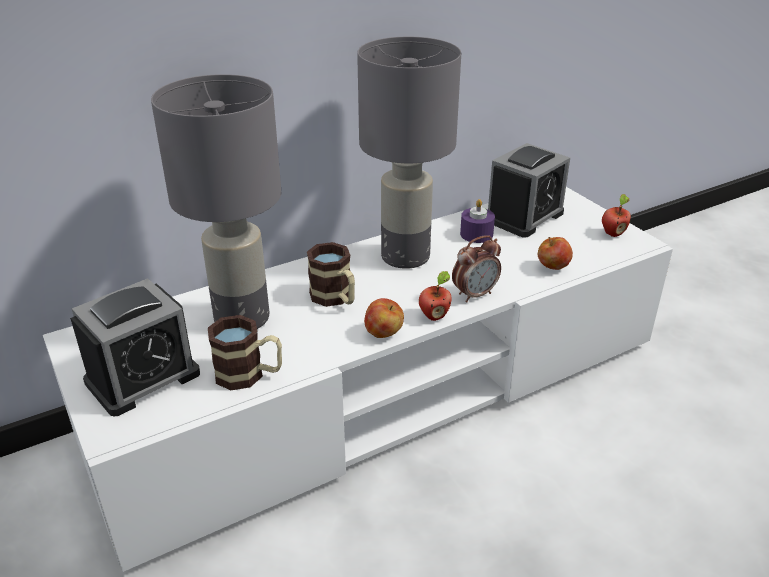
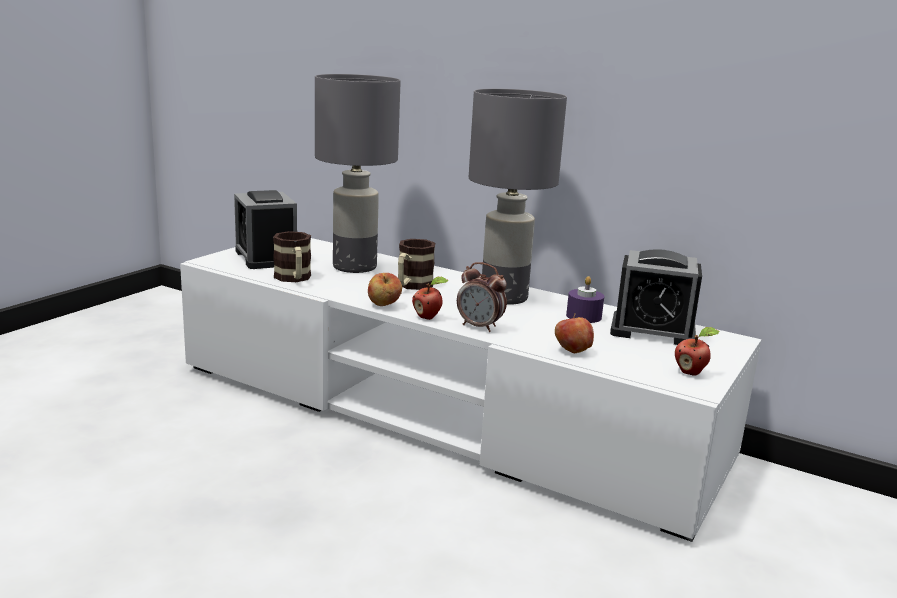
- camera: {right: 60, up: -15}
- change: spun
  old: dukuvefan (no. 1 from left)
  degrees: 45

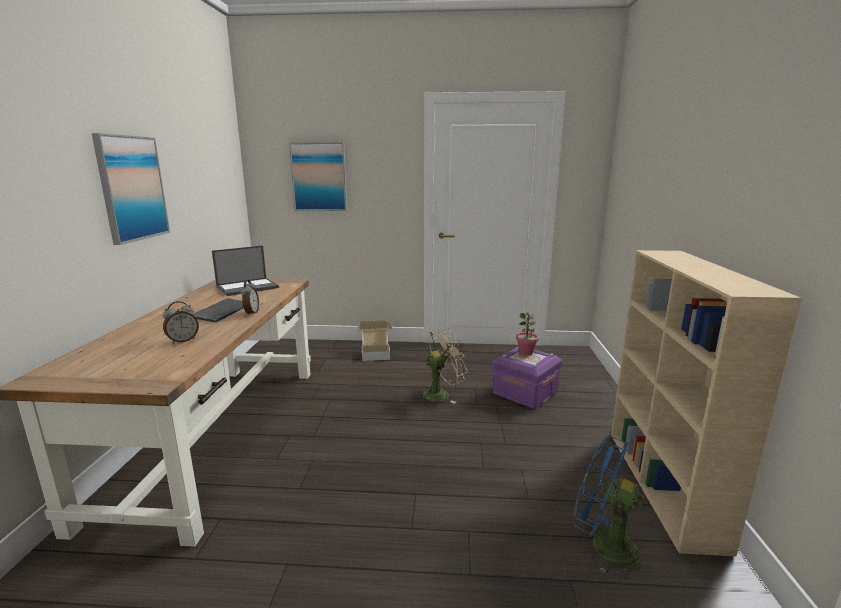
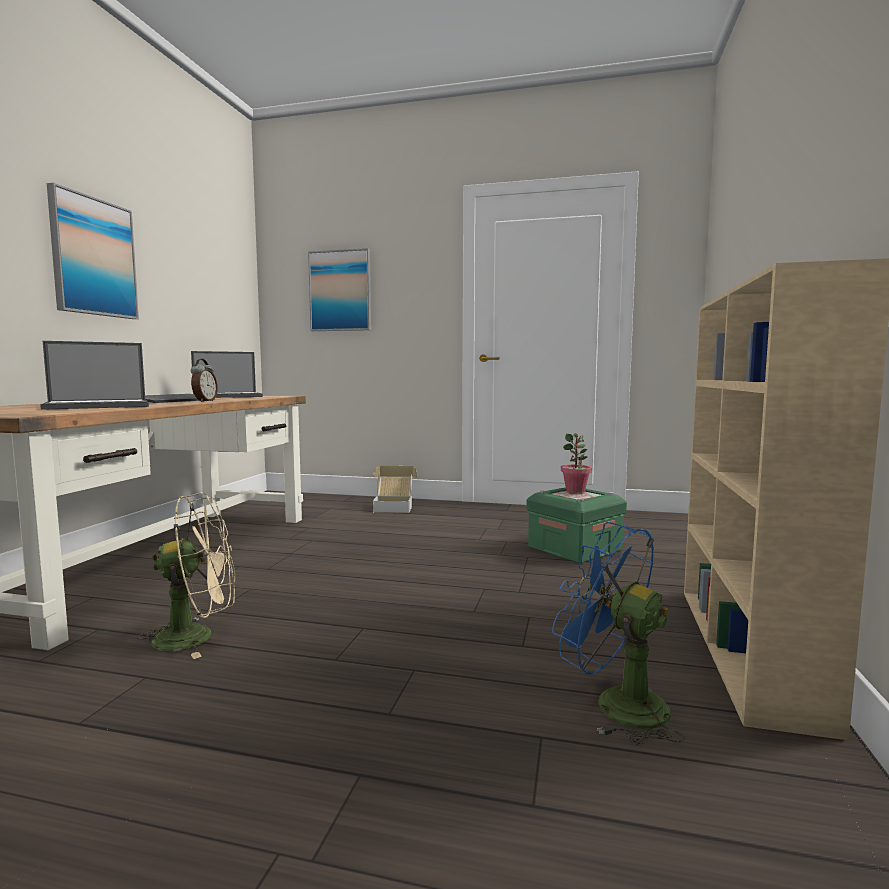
- camera: {right: 10, up: -10}
- change: exchanged
  old: dukuvefan (no. 1 from left)
  new: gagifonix (no. 1 from left)
- change: relocated
  old: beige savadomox
- change: colour
  old: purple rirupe
  new: green rirupe

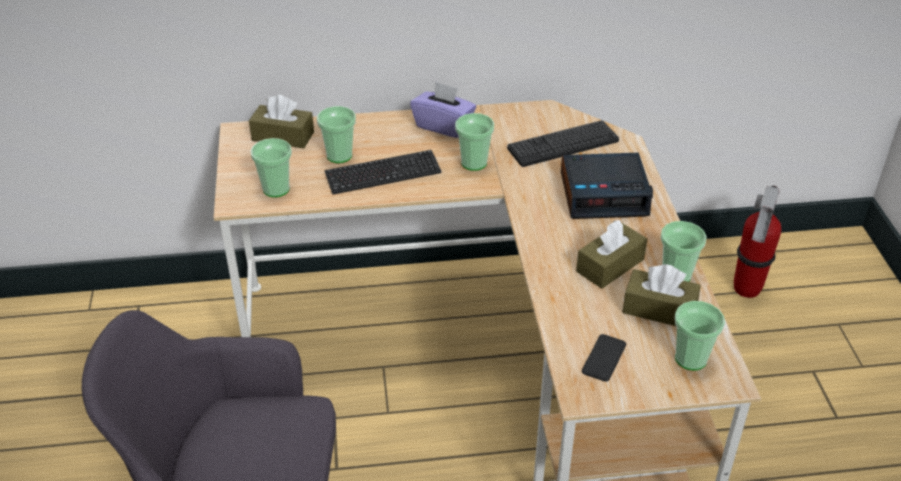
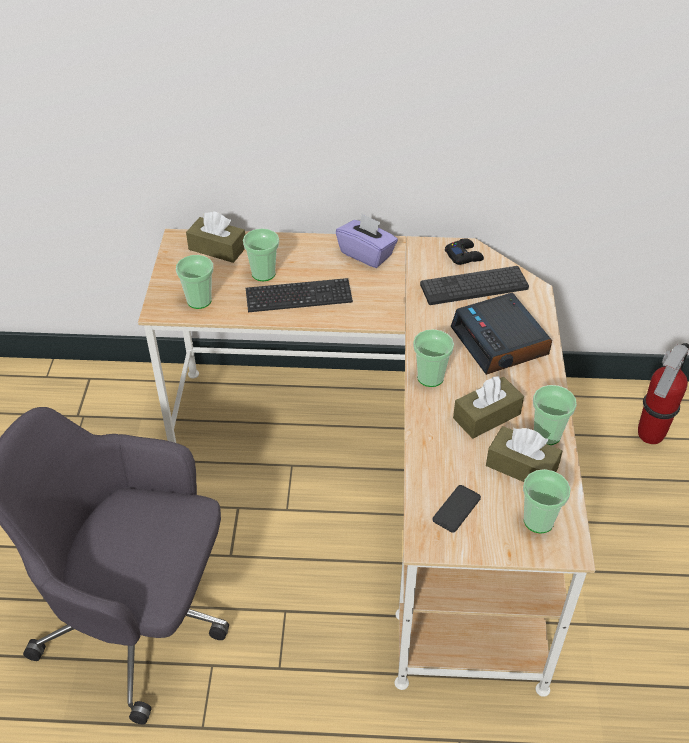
- camera: {right: 10, up: 5}
- change: relocated
  old: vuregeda (no. 3 from left)
- change: appeared
  new: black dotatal
- change: spun
  old: dukuvefan
  degrees: 60

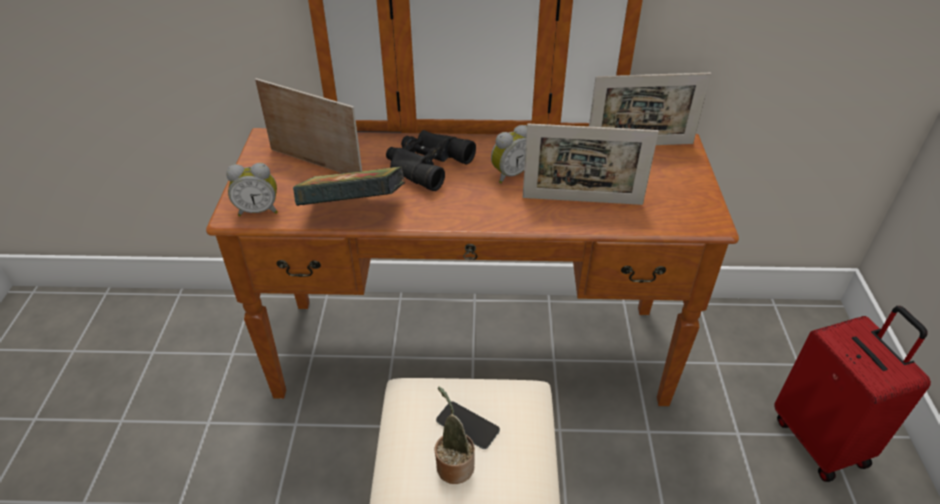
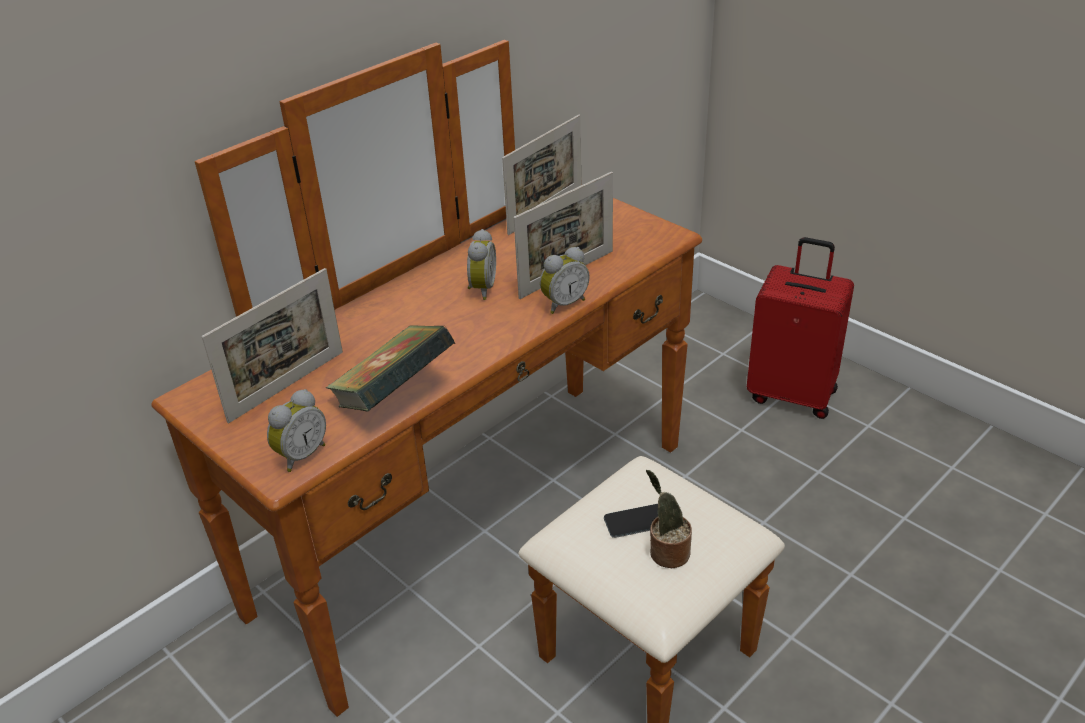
- camera: {right: -45, up: -5}
- change: spun
  old: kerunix (no. 1 from left)
  degrees: 150
- change: appeared
  new: dukuvefan (no. 3 from left)
- change: missing
  old: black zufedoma

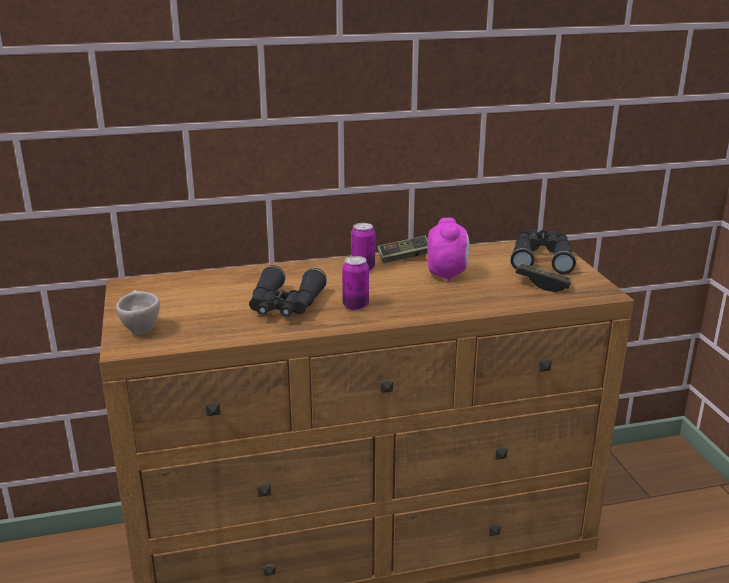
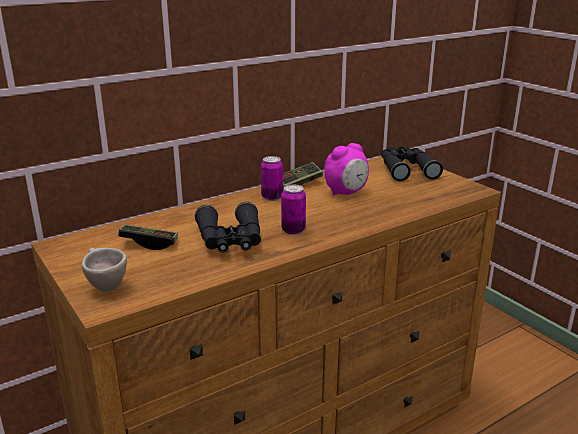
- camera: {right: -20, up: 0}
- change: relocated
  old: dotatal (no. 2 from left in the first image)
  new: dotatal (no. 1 from left)
- change: spun
  old: dukuvefan
  degrees: 75

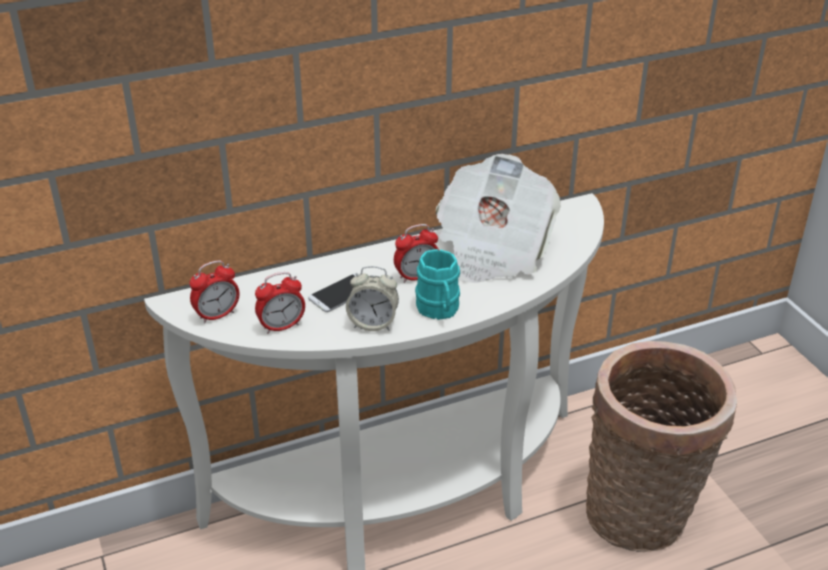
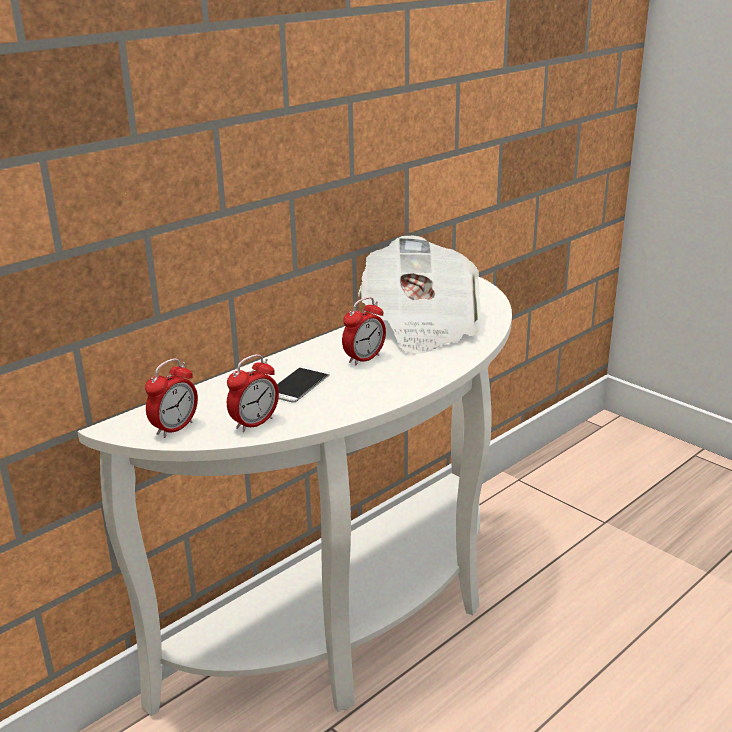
- camera: {right: -20, up: -10}
- change: missing
  old: dukuvefan (no. 3 from left)
- change: missing
  old: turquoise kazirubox
- change: missing
  old: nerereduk

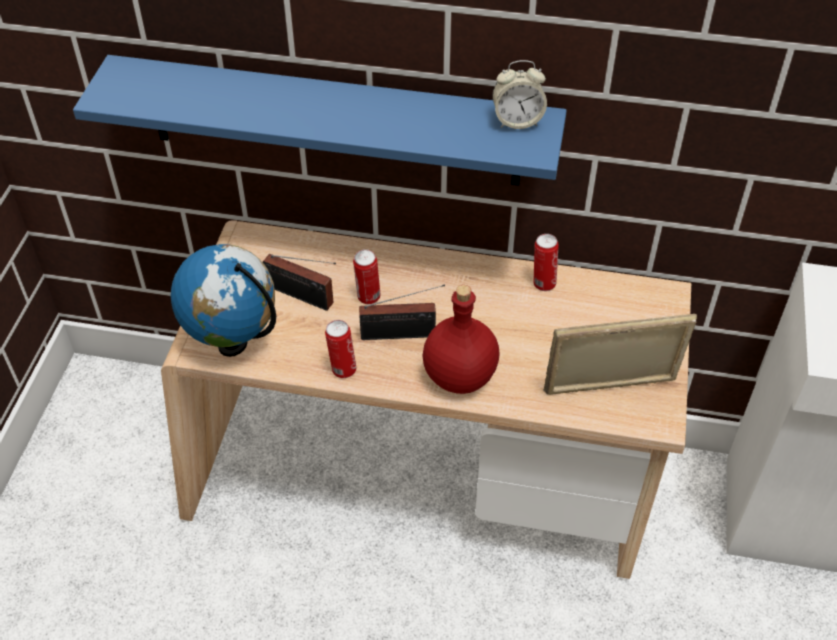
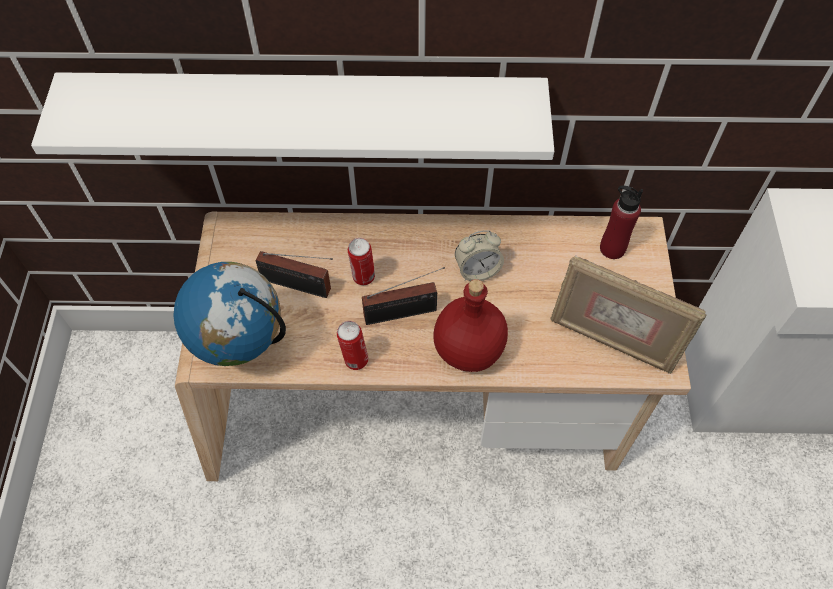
- camera: {right: -10, up: 10}
- change: colour
  old: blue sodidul
  new: white sodidul
- change: relocated
  old: dukuvefan
- change: spun
  old: kerunix
  degrees: -135
- change: appeared
  new: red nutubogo (no. 2 from left)
- change: missing
  old: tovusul (no. 3 from left)

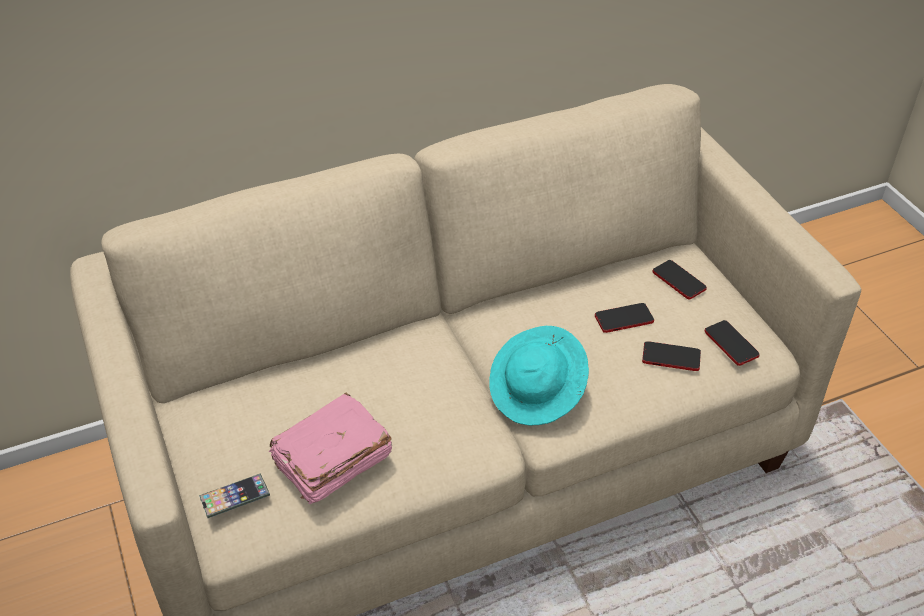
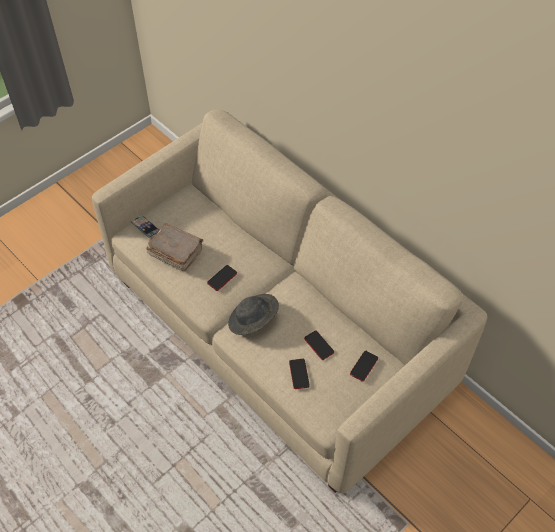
- camera: {right: 70, up: 10}
- change: colour
  old: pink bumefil
  new: brown bumefil
- change: relocated
  old: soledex (no. 5 from left in the first image)
  new: soledex (no. 2 from left)
- change: colour
  old: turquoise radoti
  new: grey radoti

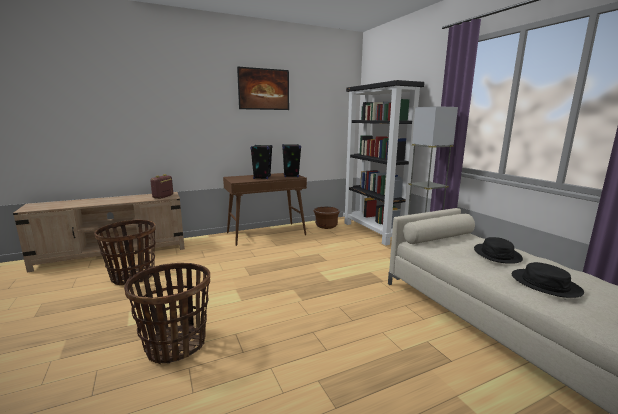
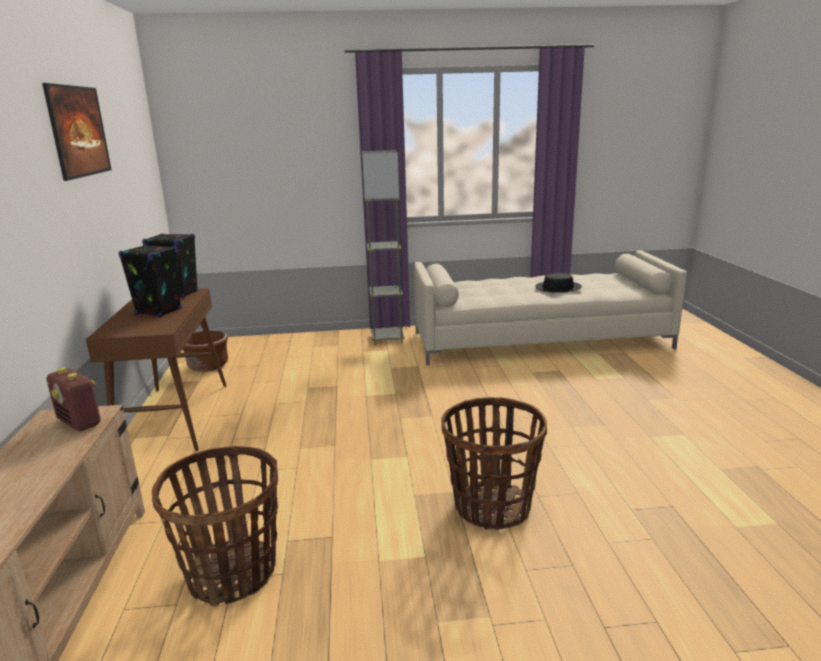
- camera: {right: -70, up: 5}
- change: missing
  old: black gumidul
- change: missing
  old: black radoti (no. 1 from left)

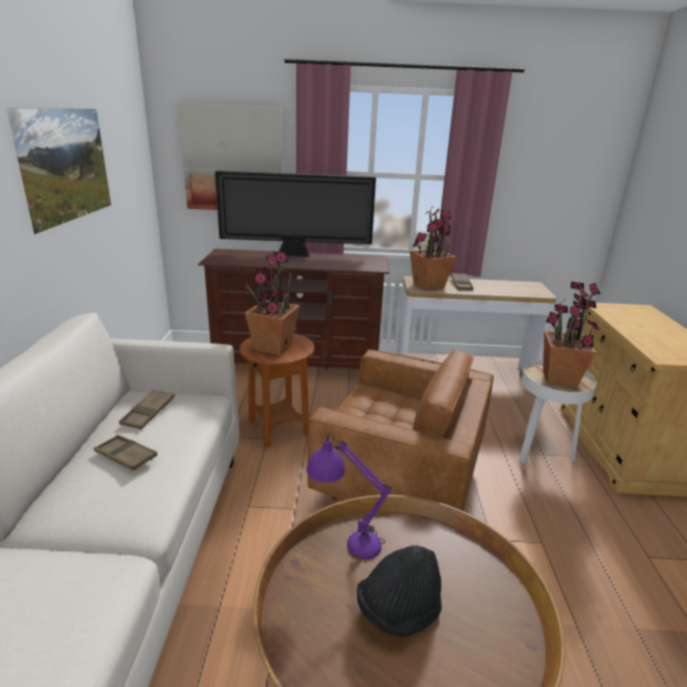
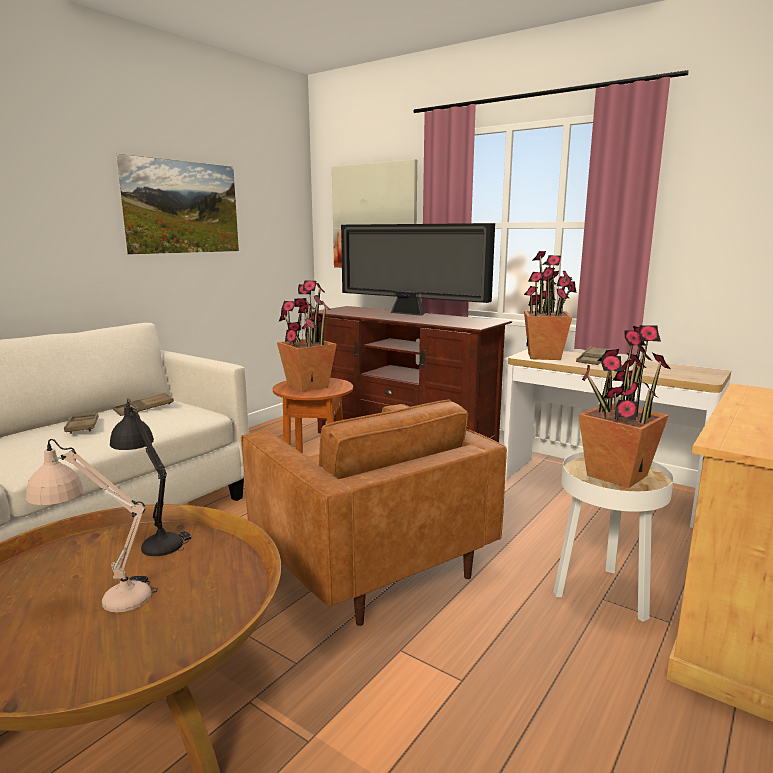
- camera: {right: 35, up: -10}
- change: exchanged
  old: black radoti
  new: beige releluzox
- change: colour
  old: purple releluzox
  new: black releluzox

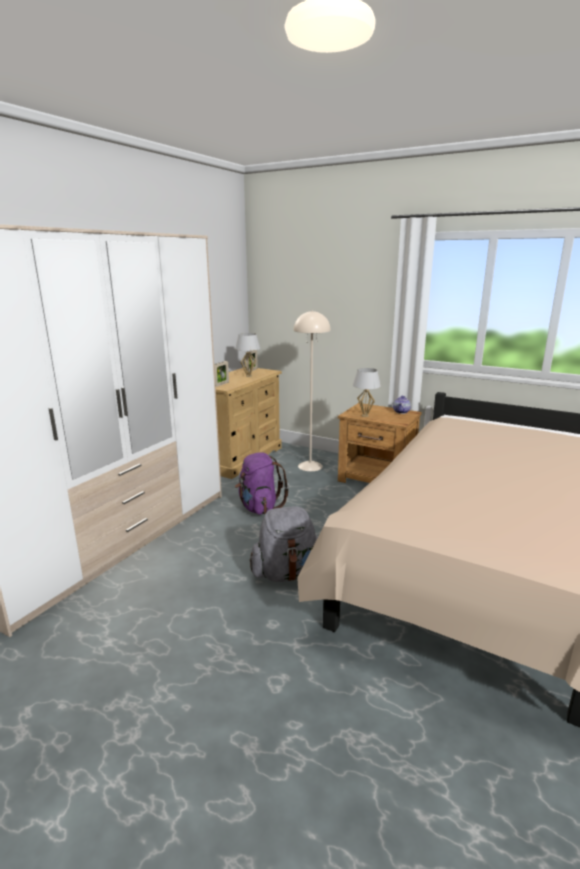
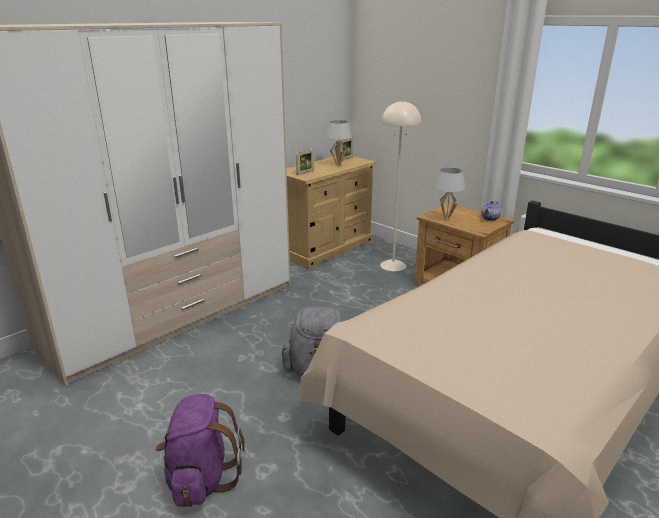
- camera: {right: 15, up: 5}
- change: relocated
  old: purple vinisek

